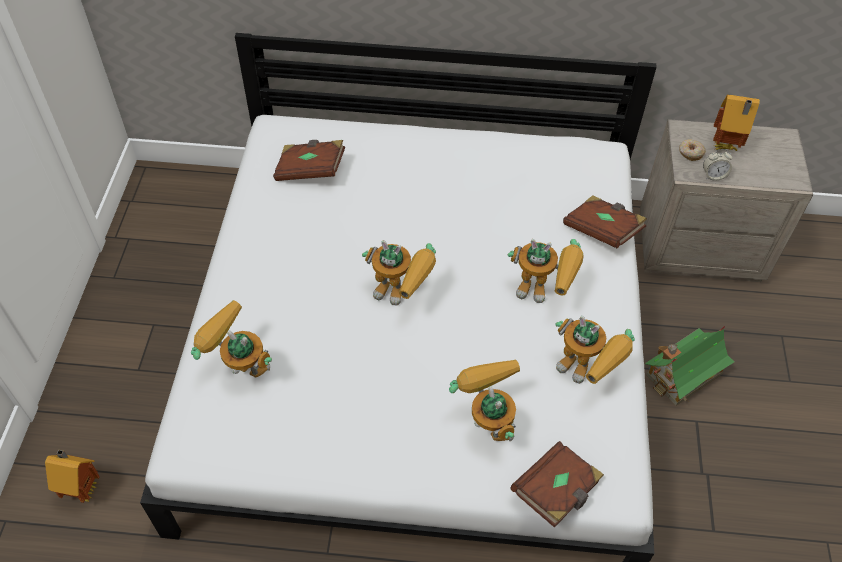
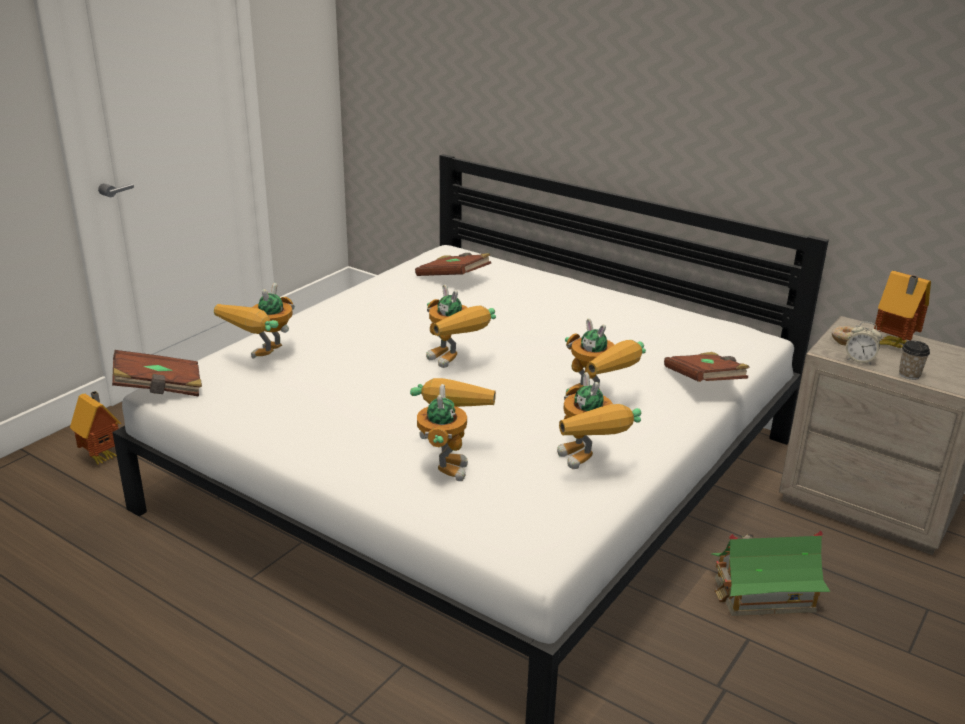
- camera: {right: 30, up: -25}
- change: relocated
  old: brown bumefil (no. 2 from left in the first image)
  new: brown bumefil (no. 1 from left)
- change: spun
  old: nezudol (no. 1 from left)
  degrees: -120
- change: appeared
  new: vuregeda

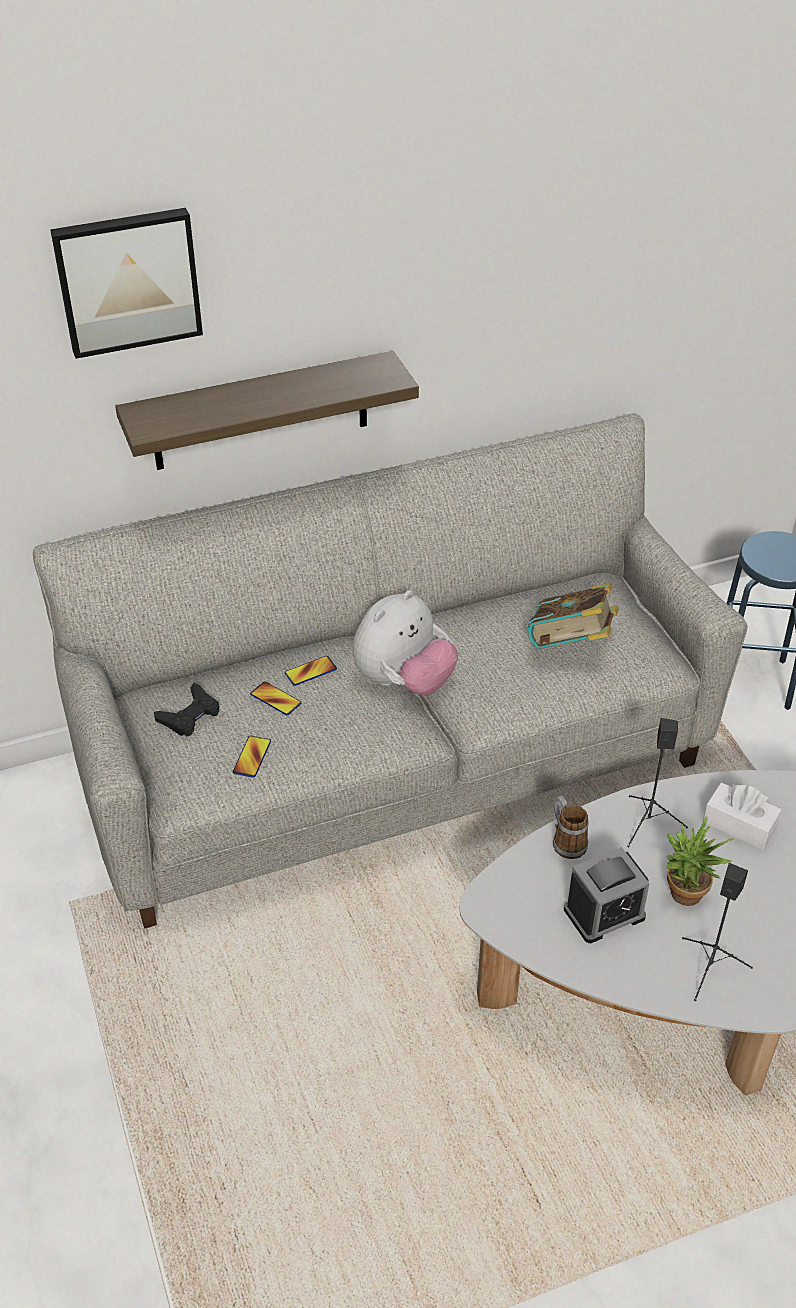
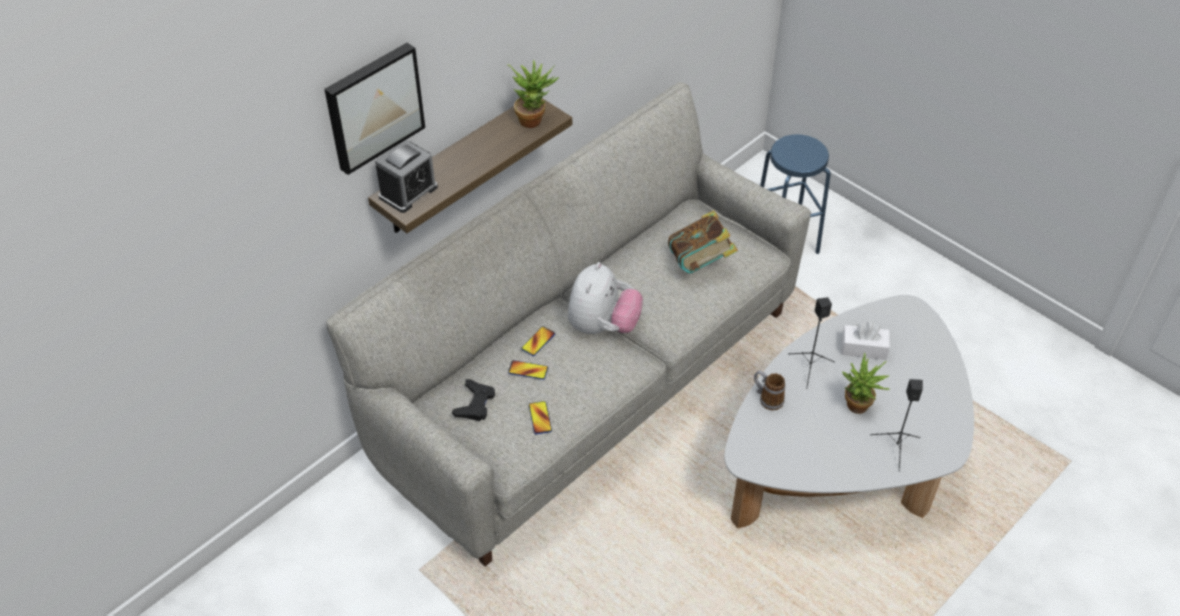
- camera: {right: -25, up: 5}
- change: relocated
  old: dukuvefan
- change: appeared
  new: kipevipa (no. 1 from left)

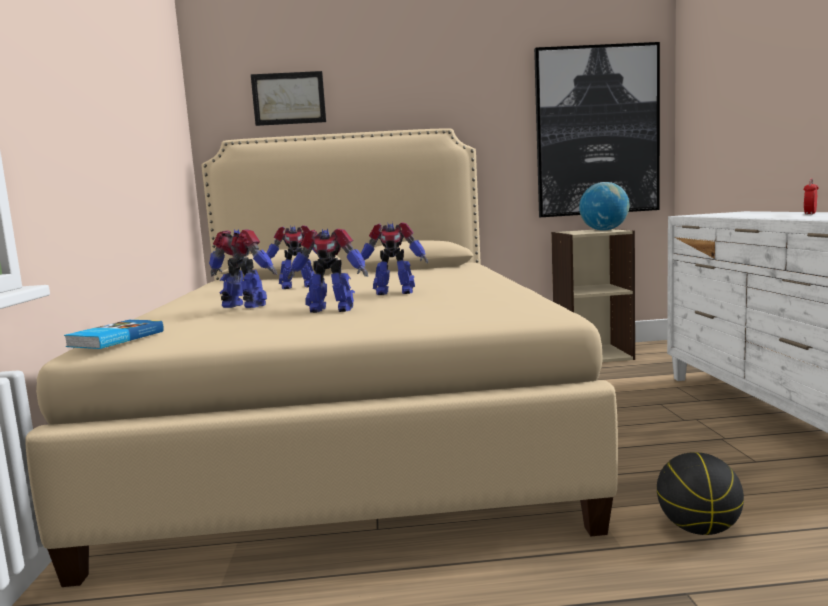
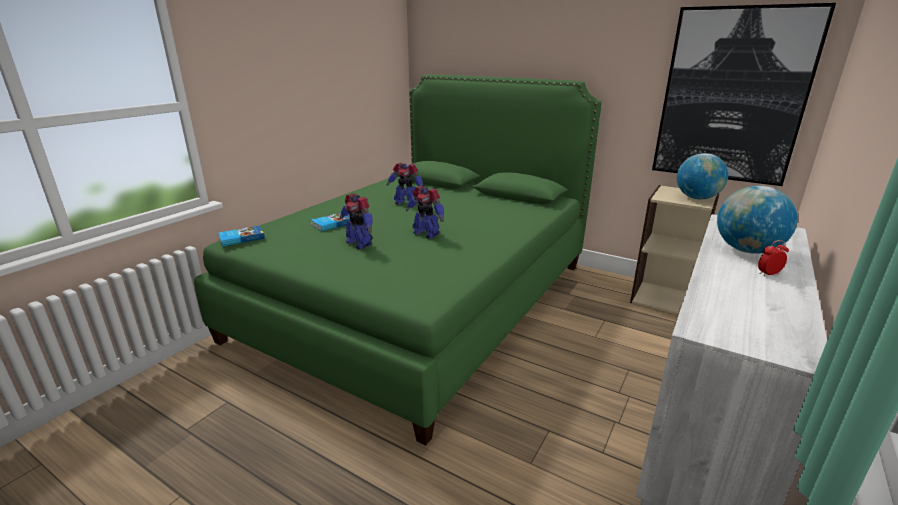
- camera: {right: 35, up: 15}
- change: colour
  old: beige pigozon
  new: green pigozon
- change: exchanged
  old: nezudol (no. 1 from left)
  new: bumefil (no. 2 from left)
- change: appeared
  new: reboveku (no. 2 from left)
- change: missing
  old: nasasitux (no. 1 from left)
- change: missing
  old: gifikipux

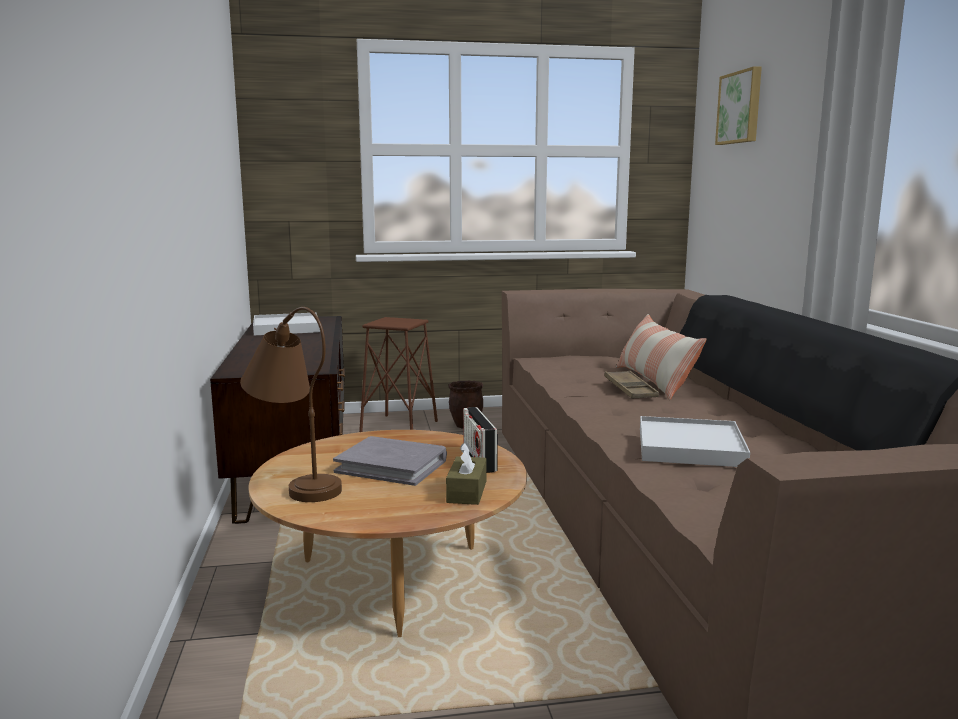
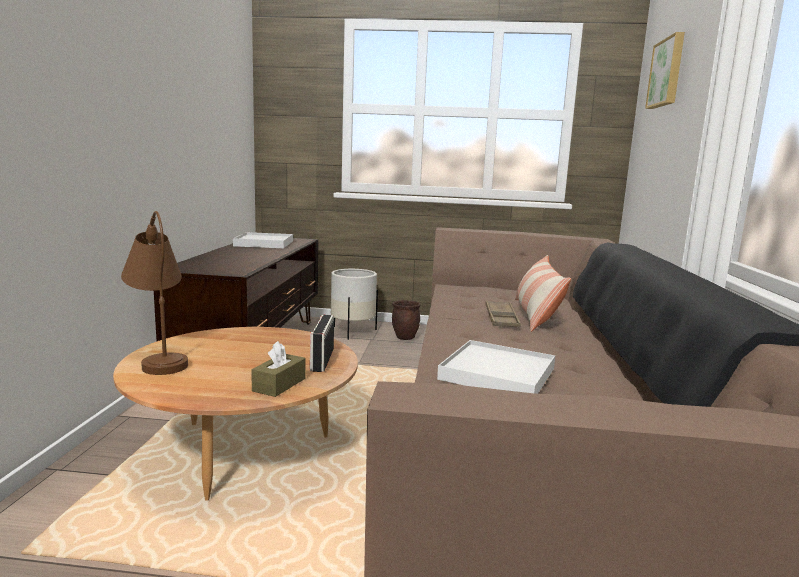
- camera: {right: 15, up: 0}
- change: exchanged
  old: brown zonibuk
  new: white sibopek
- change: missing
  old: grey bumefil

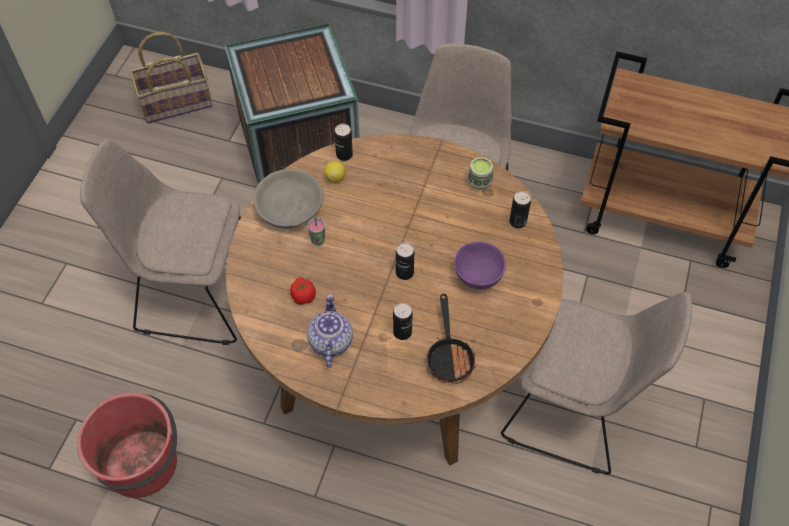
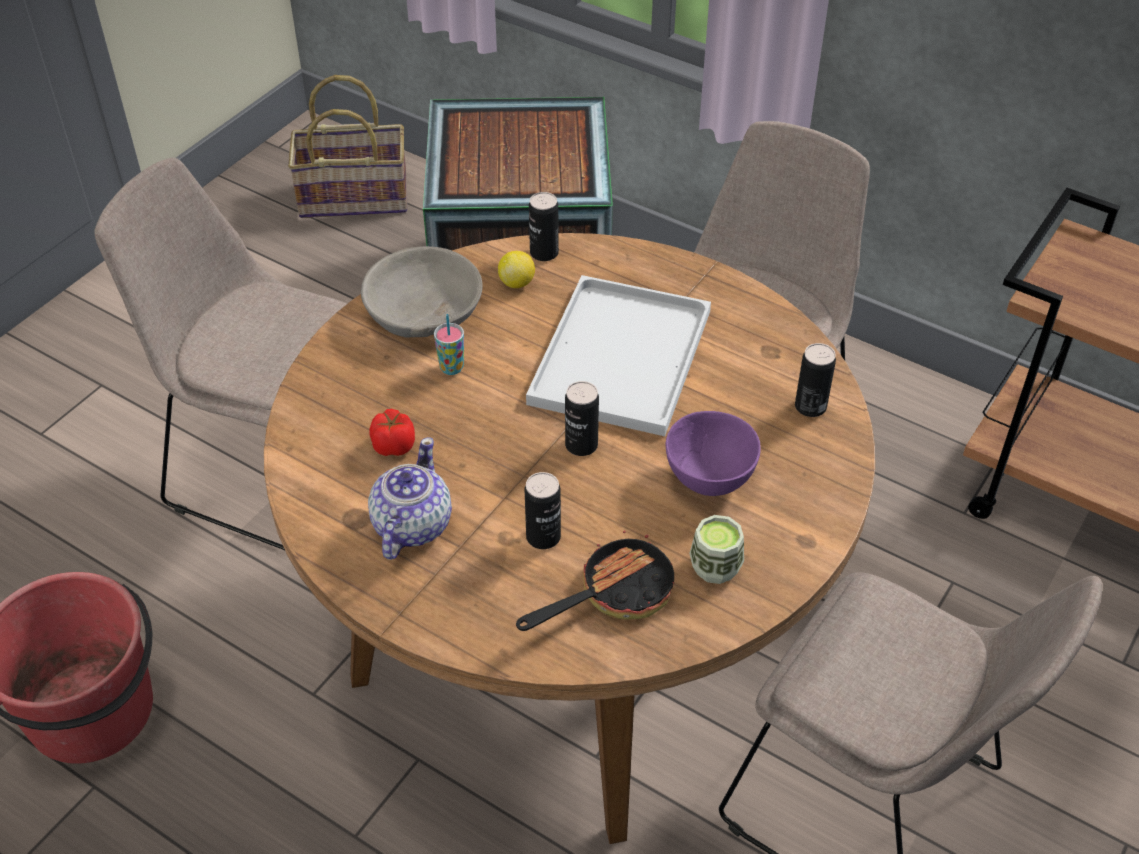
- camera: {right: 15, up: -10}
- change: spun
  old: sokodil
  degrees: -135
- change: appeared
  new: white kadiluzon
- change: relocated
  old: vuregeda (no. 2 from left)

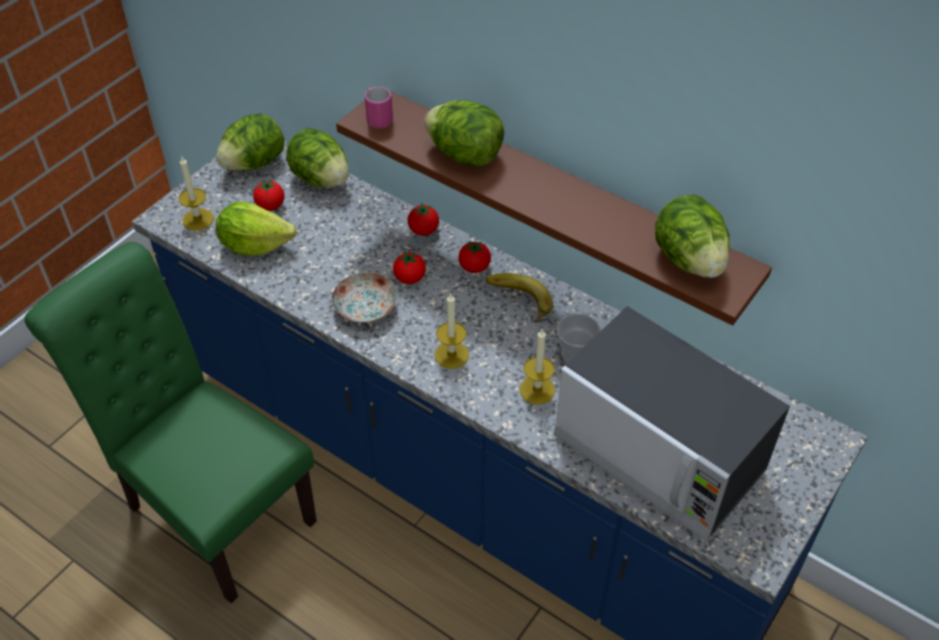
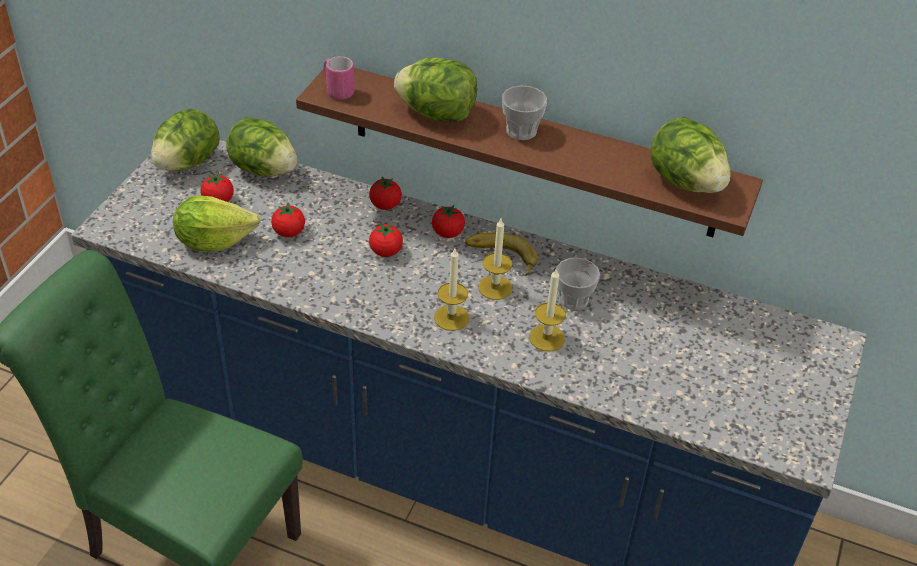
- camera: {right: -15, up: -5}
- change: appeared
  new: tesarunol (no. 2 from left)
- change: relocated
  old: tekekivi (no. 1 from left in the first image)
  new: tekekivi (no. 2 from left)
- change: appeared
  new: vuregeda (no. 1 from left)
- change: missing
  old: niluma
- change: missing
  old: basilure

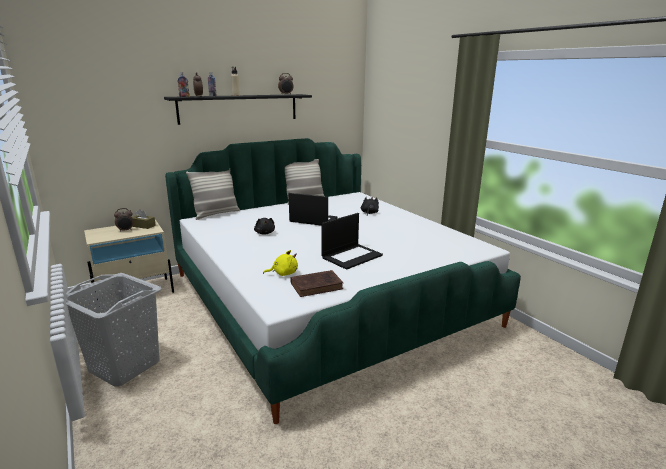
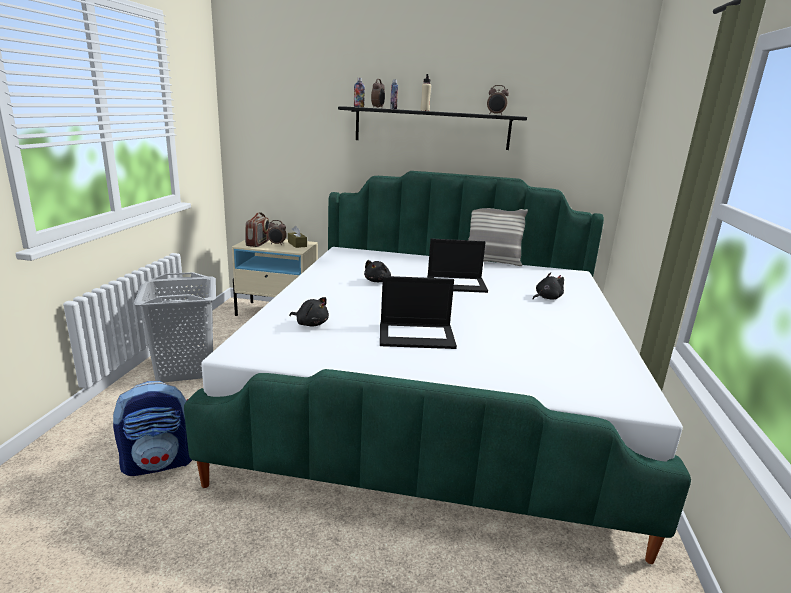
- camera: {right: 40, up: 0}
- change: appeared
  new: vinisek
- change: appeared
  new: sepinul
- change: colour
  old: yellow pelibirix
  new: black pelibirix (no. 1 from left)
- change: spun
  old: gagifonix (no. 1 from left in the first image)
  degrees: 120
- change: missing
  old: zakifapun (no. 1 from left)
- change: missing
  old: brown bumefil

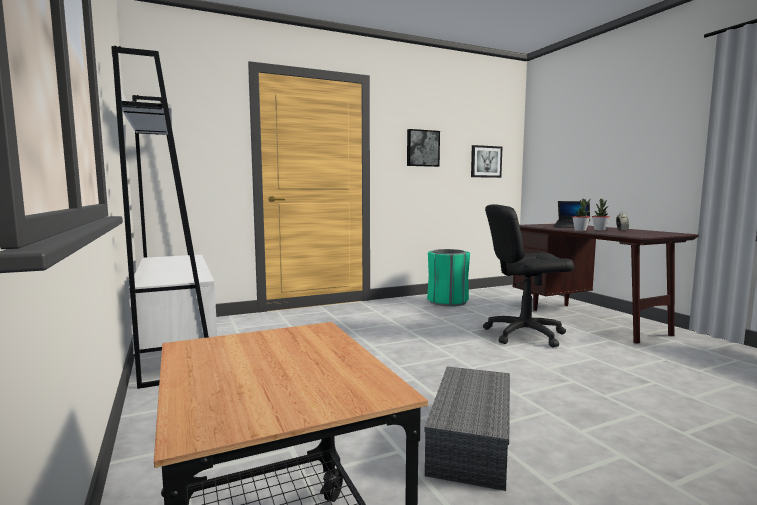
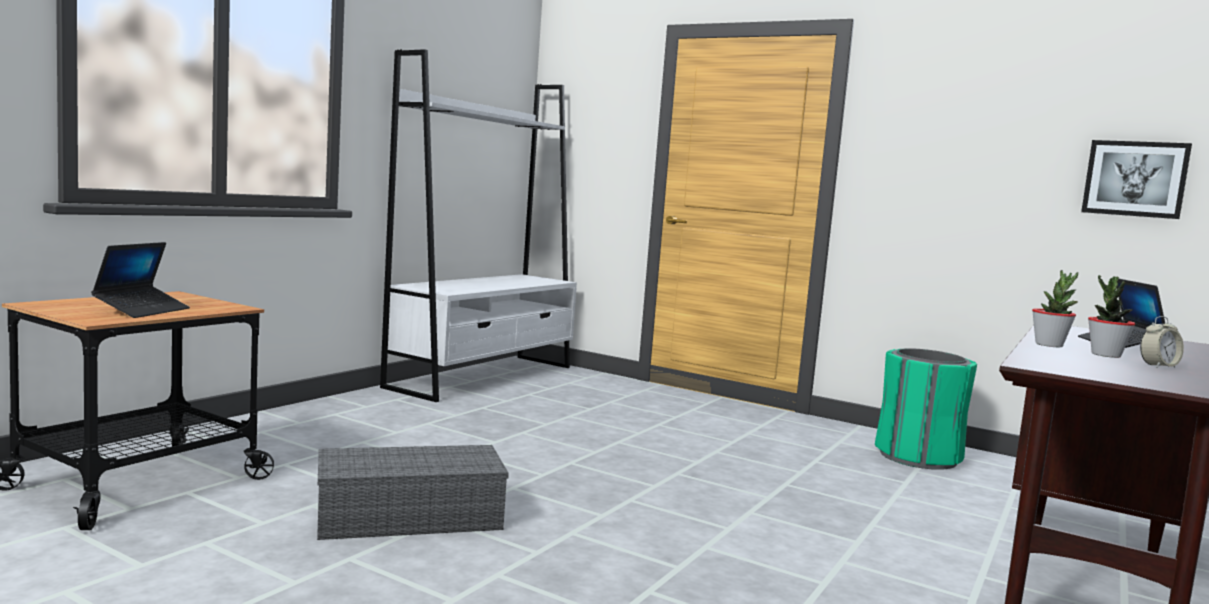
- camera: {right: 55, up: 0}
- change: appeared
  new: gagifonix (no. 1 from left)
- change: missing
  old: nasasitux (no. 1 from left)
- change: missing
  old: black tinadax

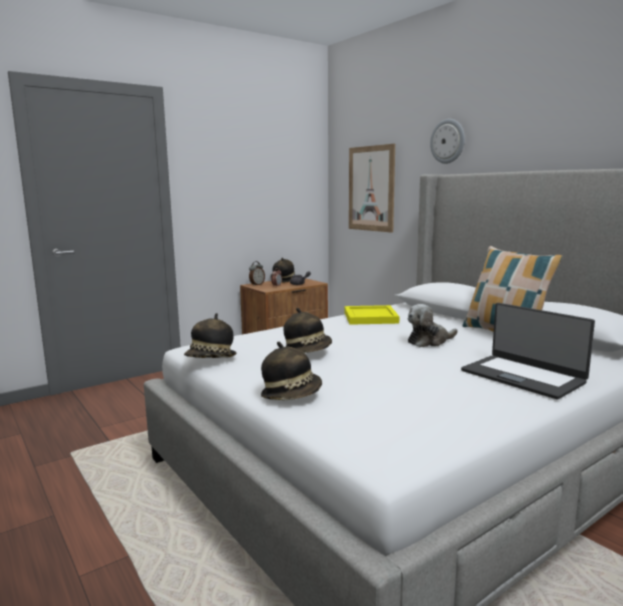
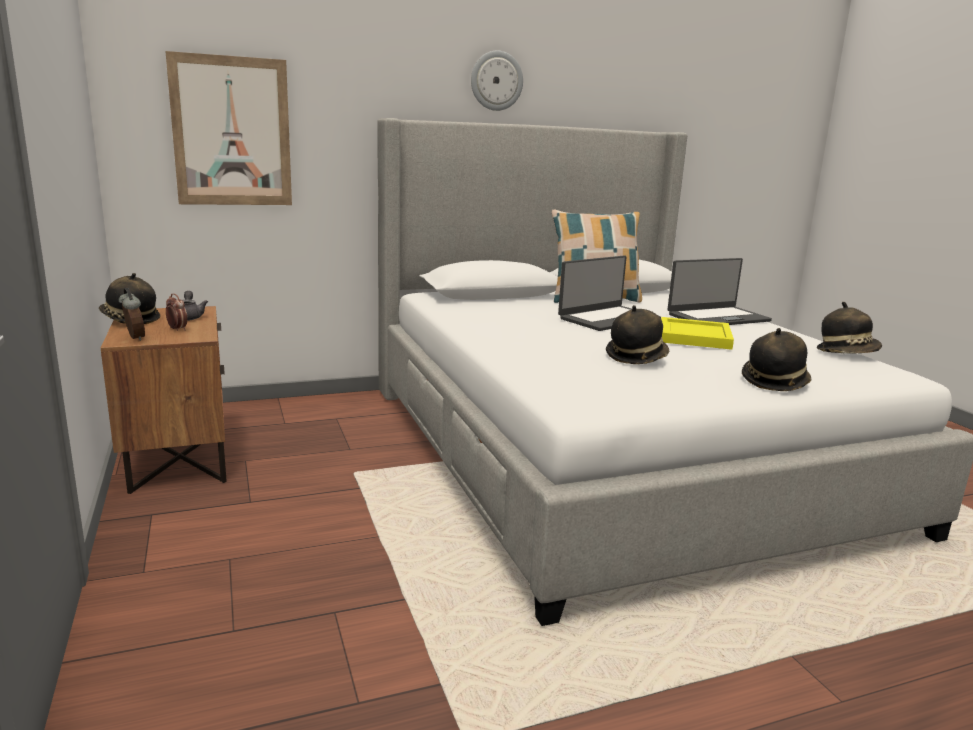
- camera: {right: -75, up: 5}
- change: relocated
  old: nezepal
- change: exchanged
  old: pelibirix
  new: gagifonix (no. 1 from left)
- change: relocated
  old: yellow kadiluzon
- change: relocated
  old: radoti (no. 1 from left in the first image)
  new: radoti (no. 4 from left)

